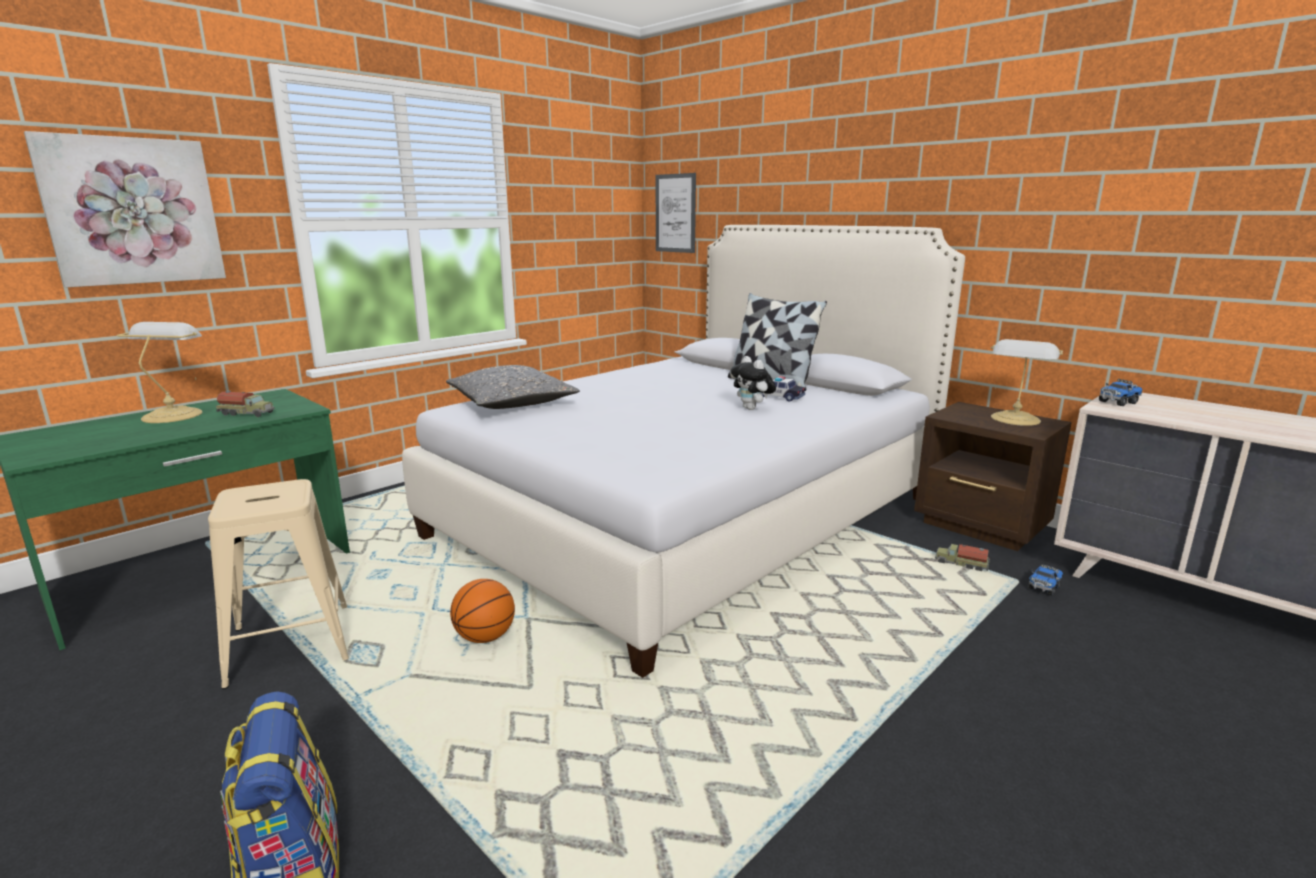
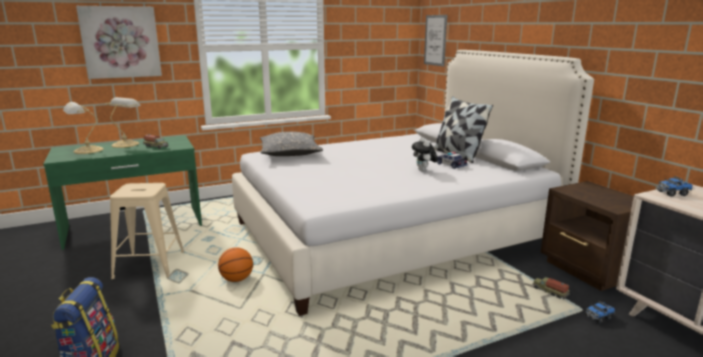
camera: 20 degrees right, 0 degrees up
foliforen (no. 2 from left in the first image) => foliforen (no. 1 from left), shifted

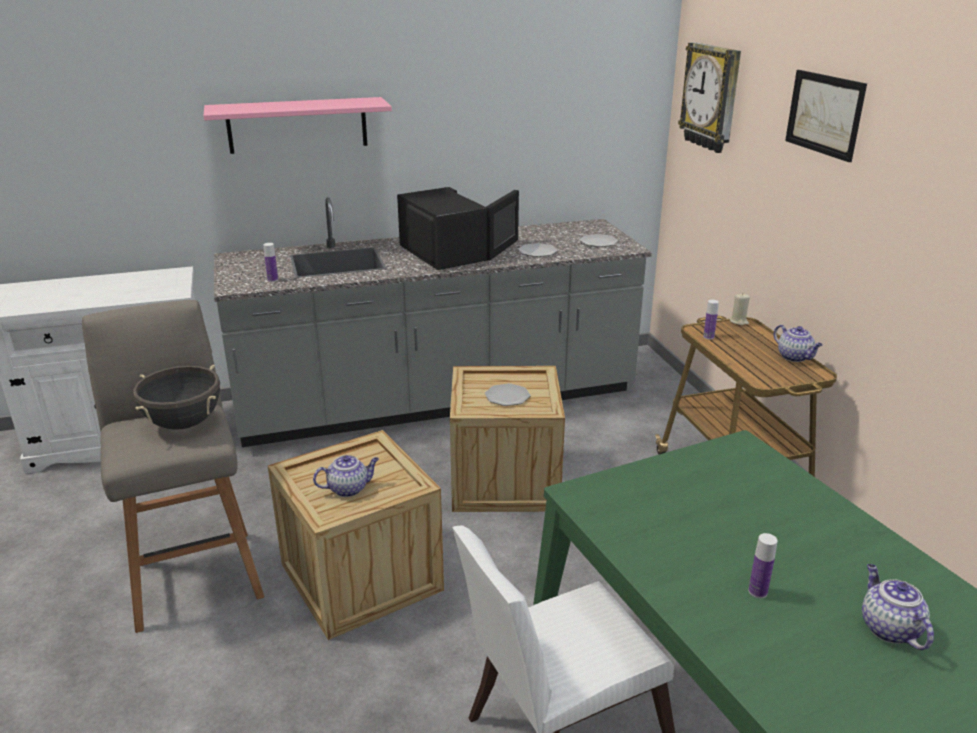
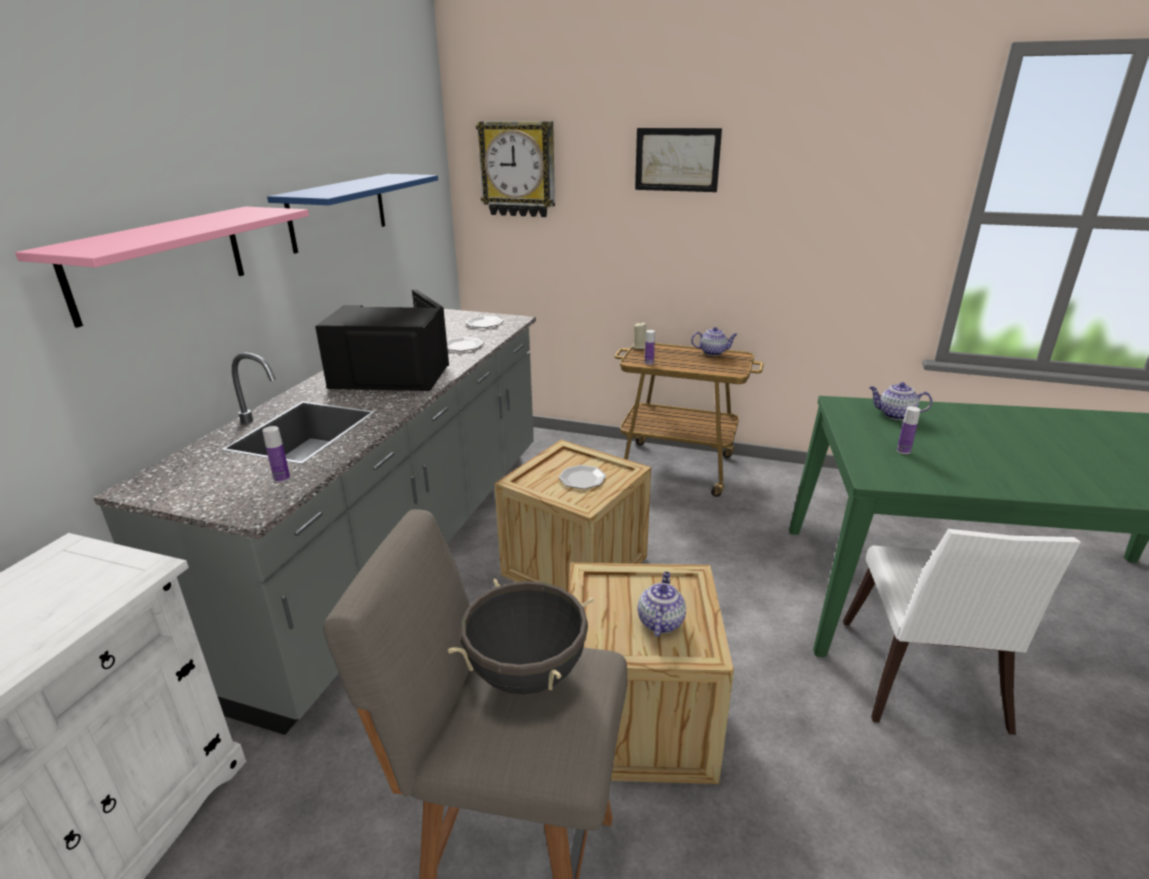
camera: 55 degrees left, 0 degrees up
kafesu (no. 3 from left), shifted
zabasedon (no. 3 from left), shifted
nothing => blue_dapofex

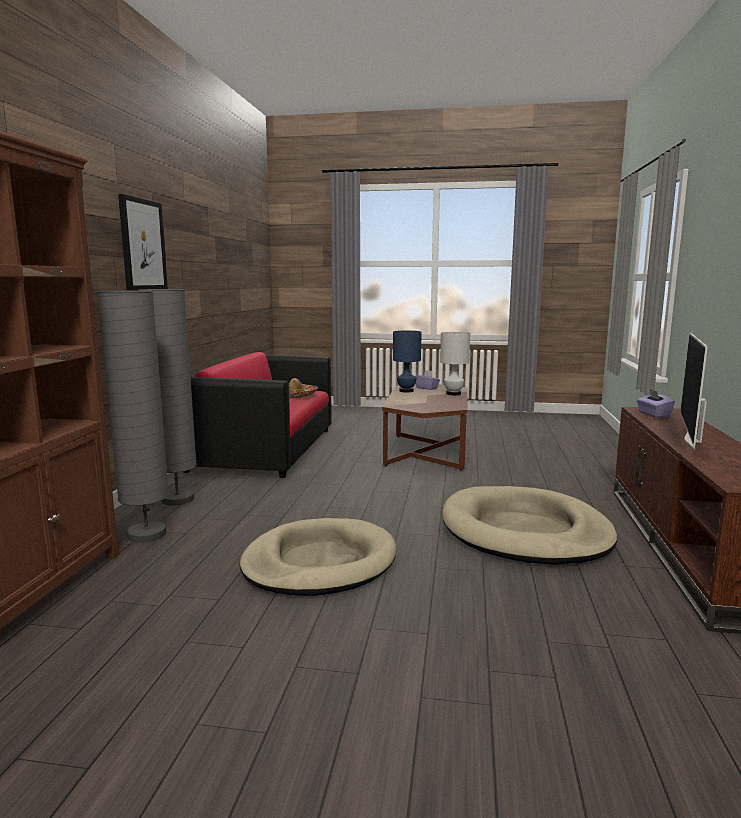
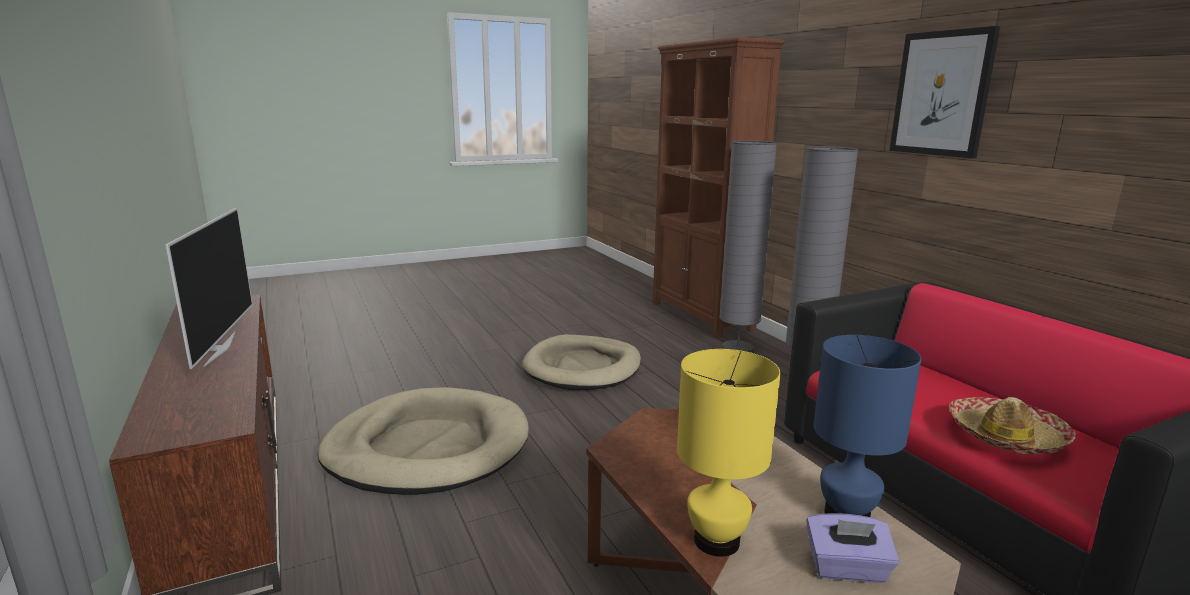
camera: 145 degrees right, 5 degrees up
white_foliforen => yellow_foliforen
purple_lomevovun (no. 2 from left) => nothing

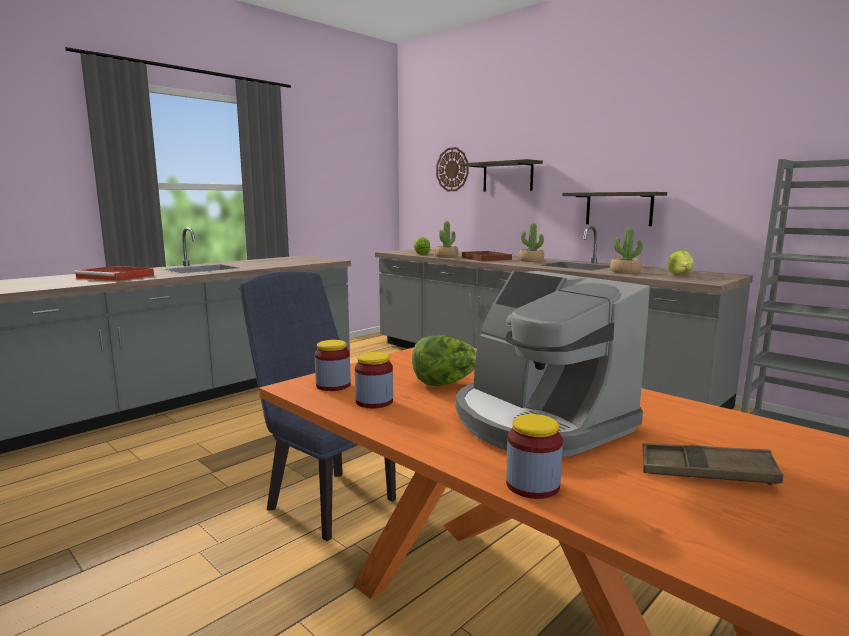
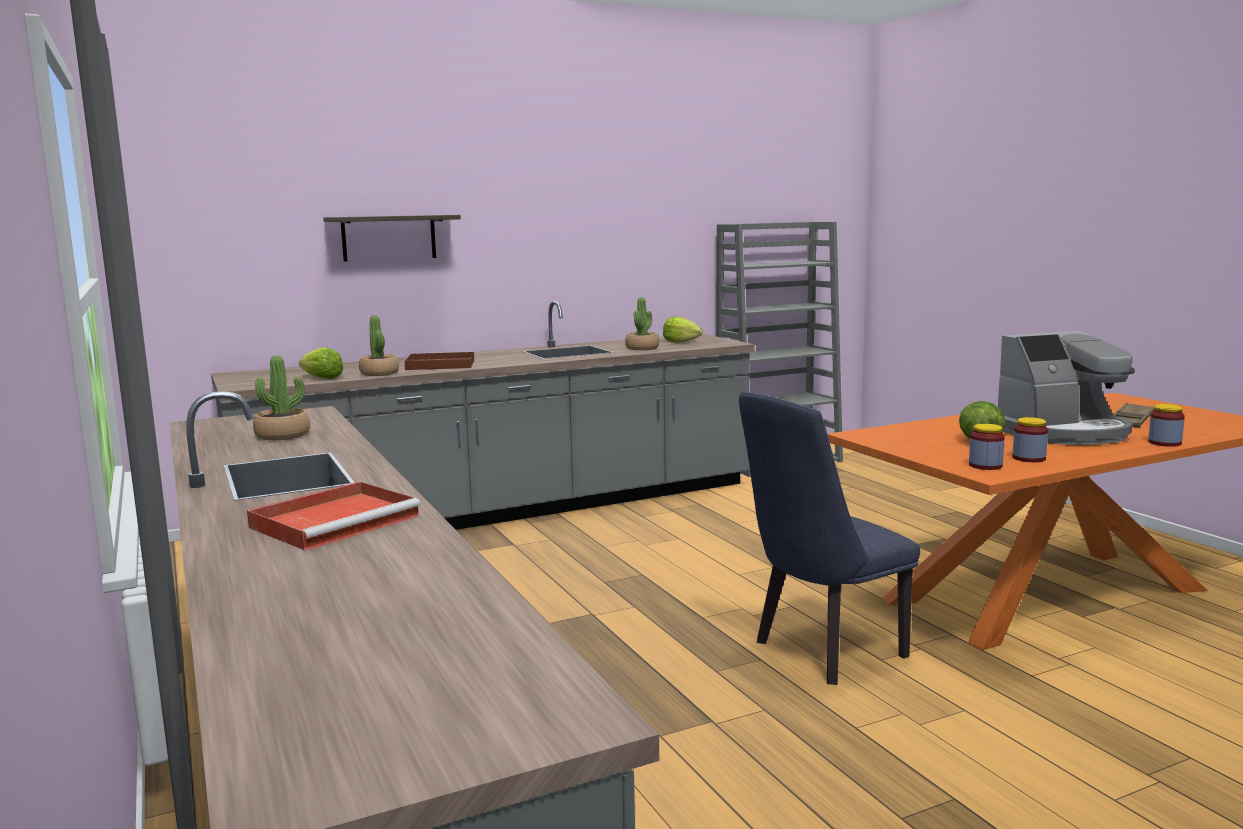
camera: 70 degrees left, 0 degrees up
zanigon => nothing
dapofex (no. 2 from left) => nothing
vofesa (no. 2 from left in the first image) => vofesa (no. 1 from left), shifted

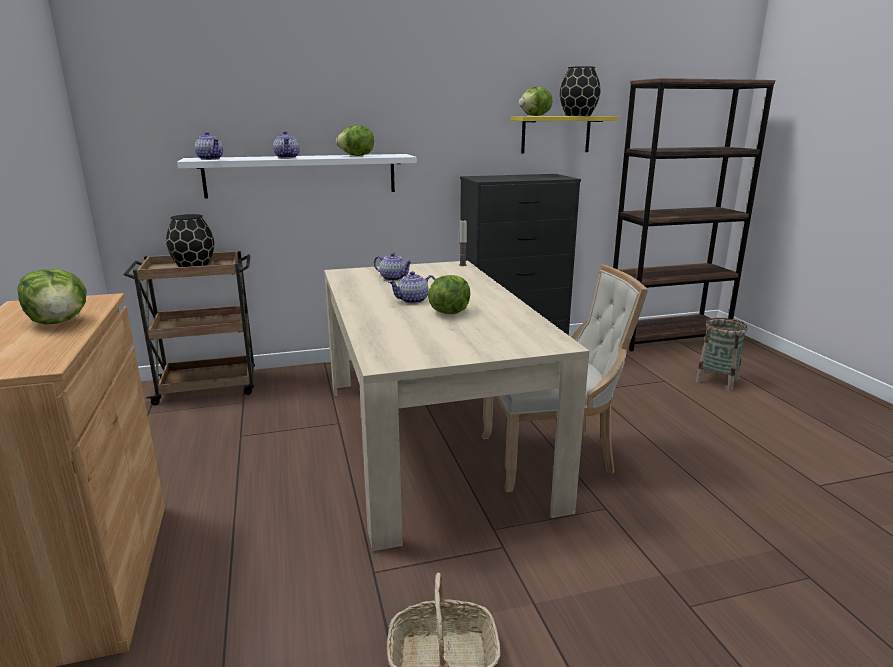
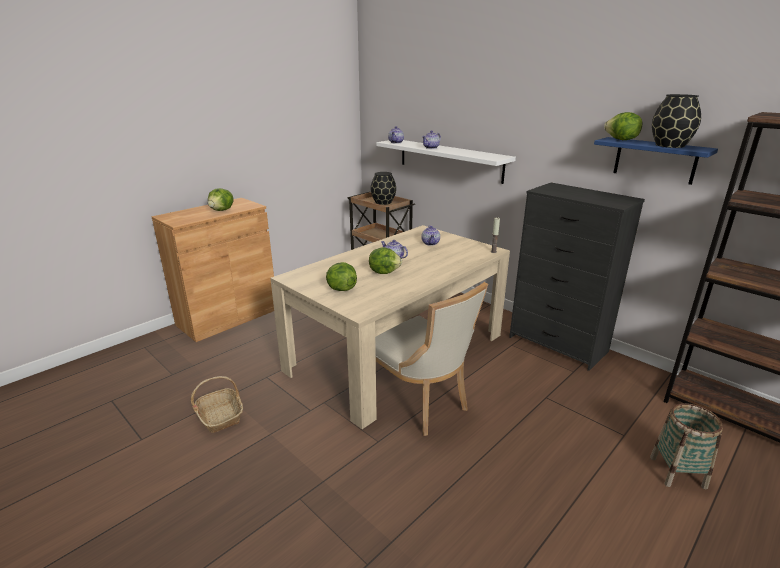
camera: 60 degrees right, 5 degrees up
yellow_dapofex => blue_dapofex
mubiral (no. 2 from left), shifted

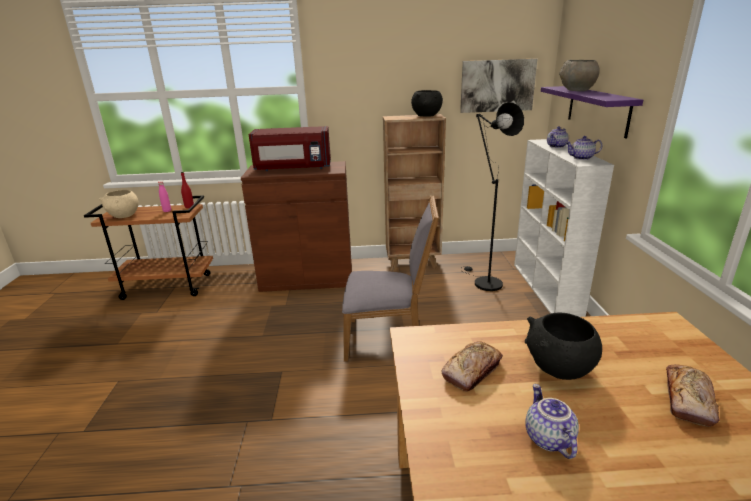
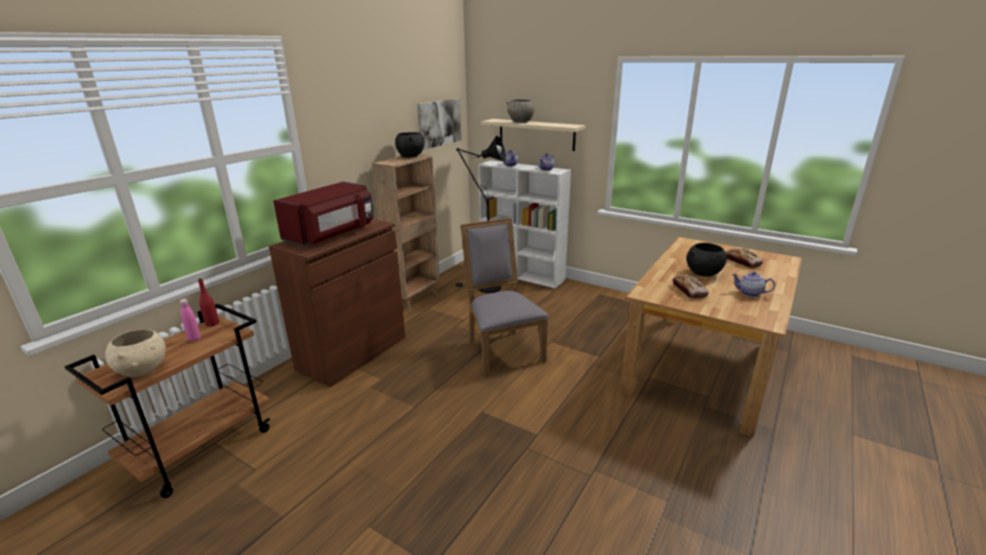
camera: 55 degrees left, 0 degrees up
purple_dapofex => beige_dapofex
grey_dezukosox, 60 degrees counterclockwise

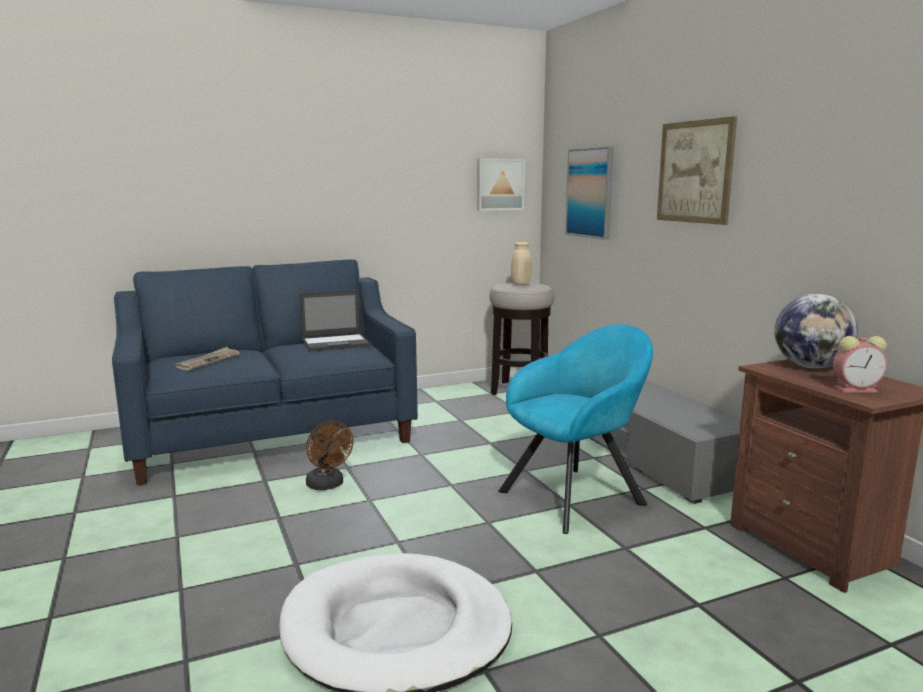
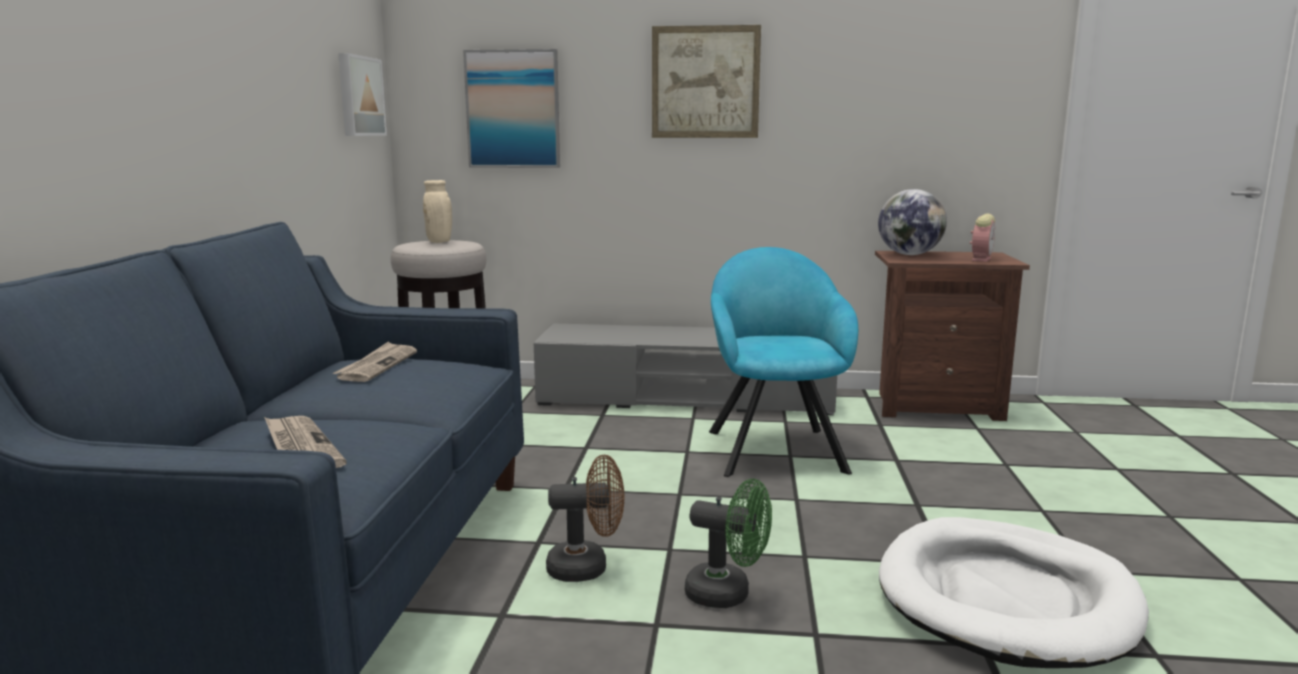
camera: 60 degrees left, 0 degrees up
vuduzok => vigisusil (no. 2 from left)
nothing => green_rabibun

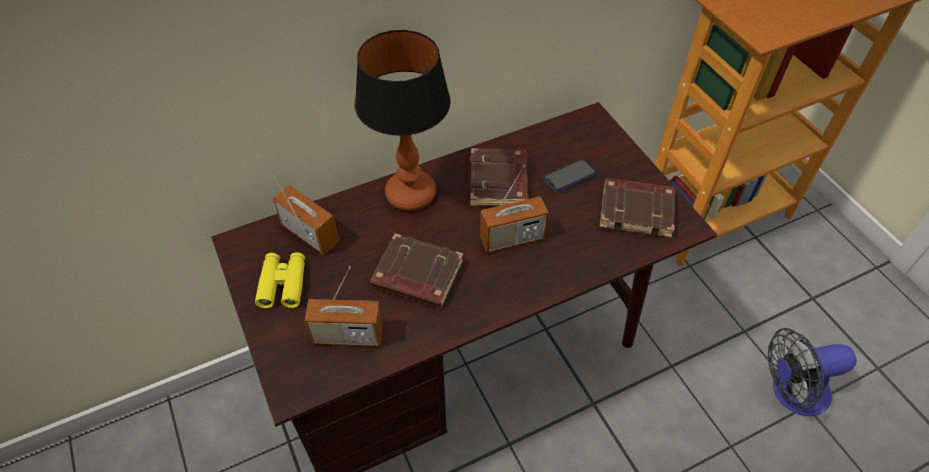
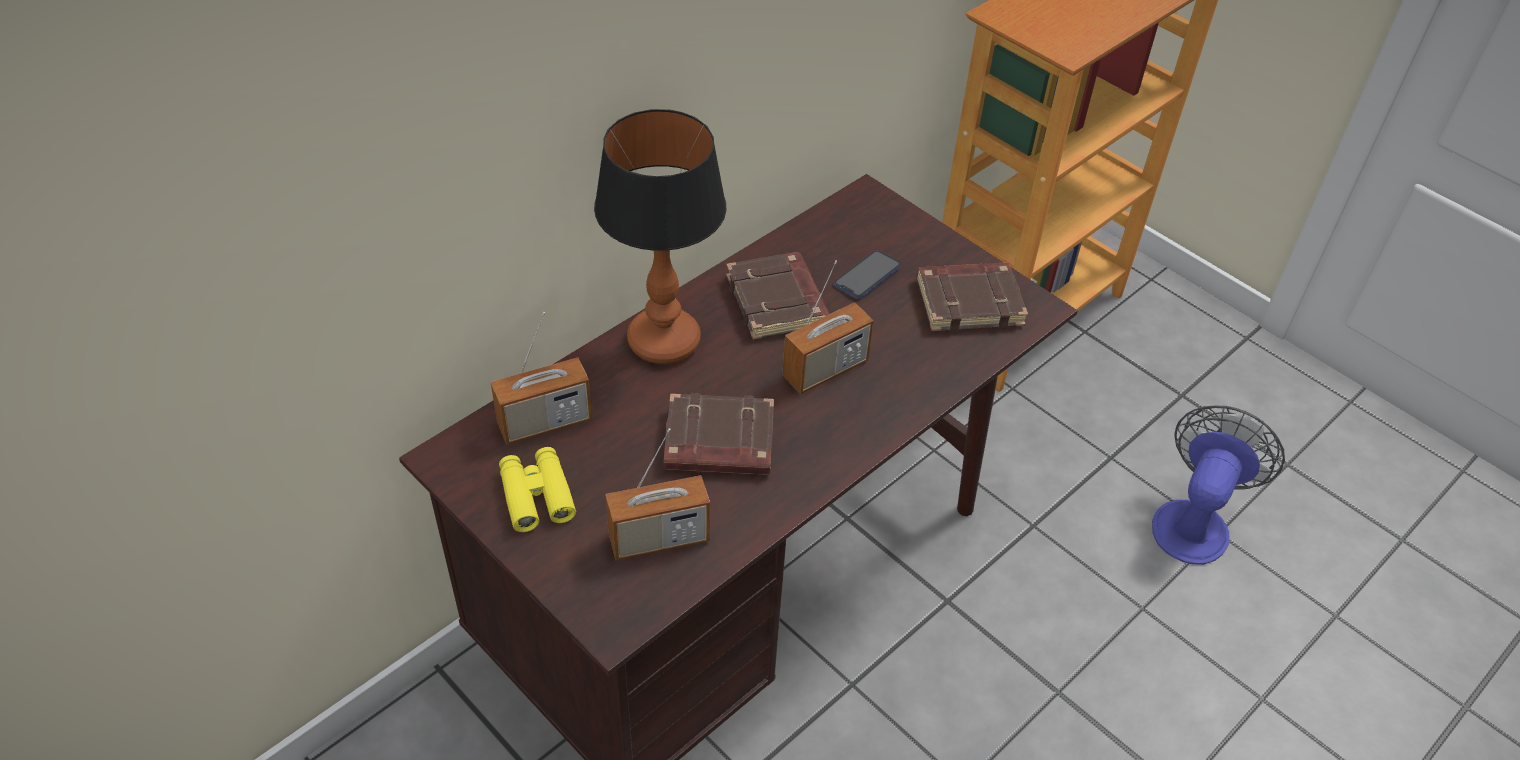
camera: 20 degrees left, 5 degrees down
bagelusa (no. 1 from left), 135 degrees clockwise
rabibun, 150 degrees clockwise

